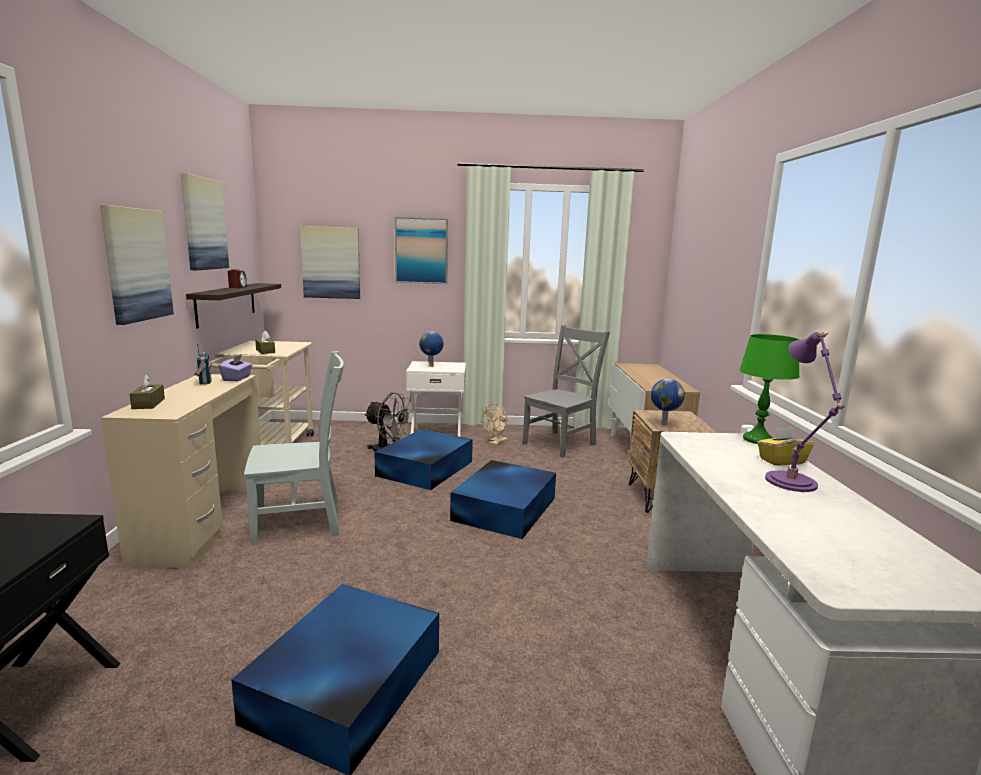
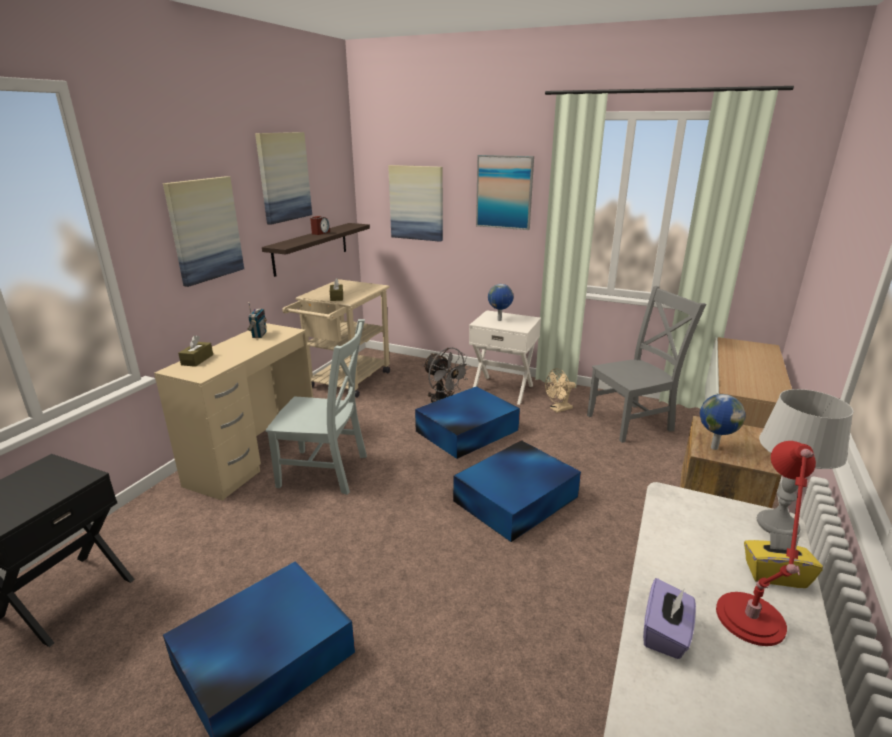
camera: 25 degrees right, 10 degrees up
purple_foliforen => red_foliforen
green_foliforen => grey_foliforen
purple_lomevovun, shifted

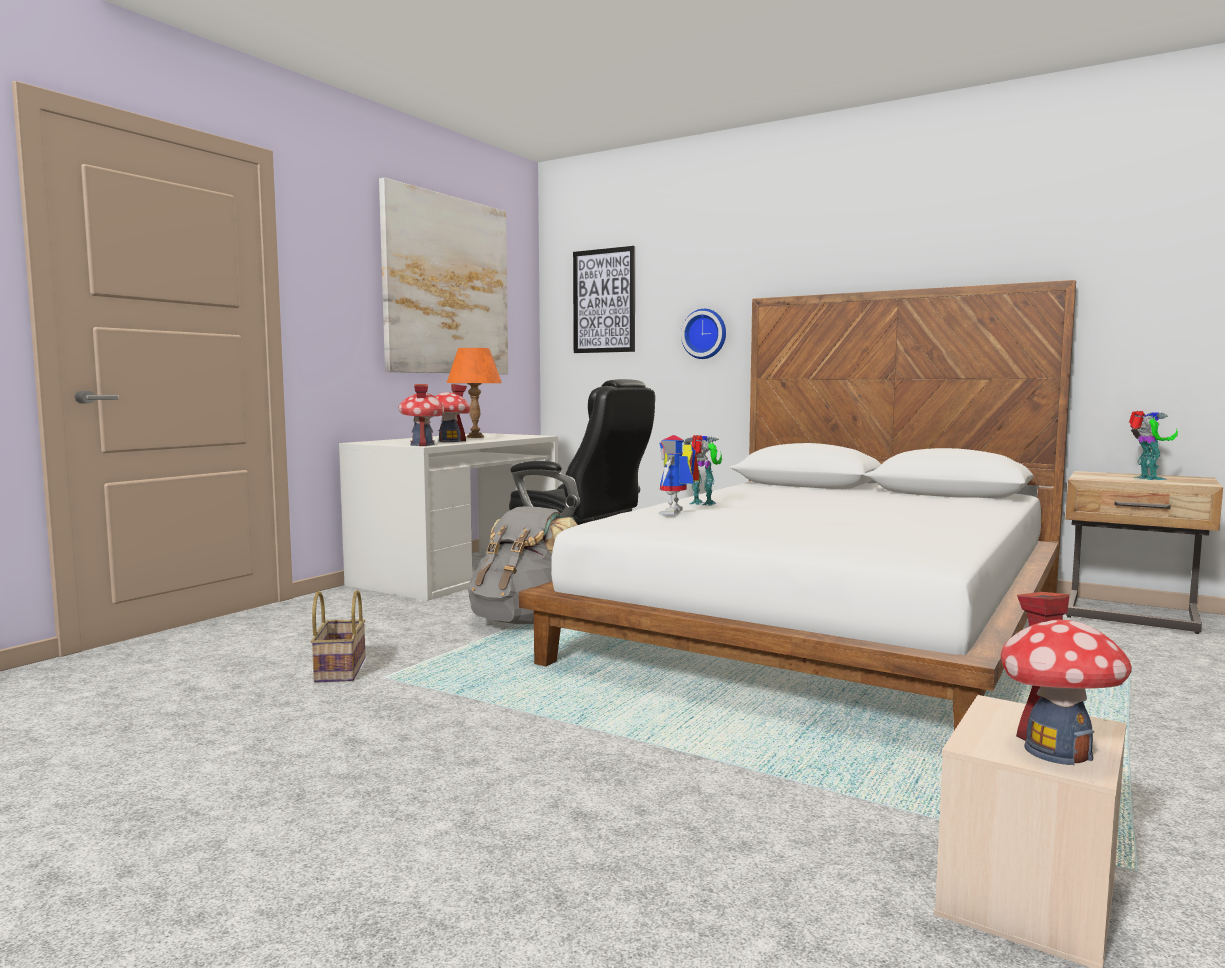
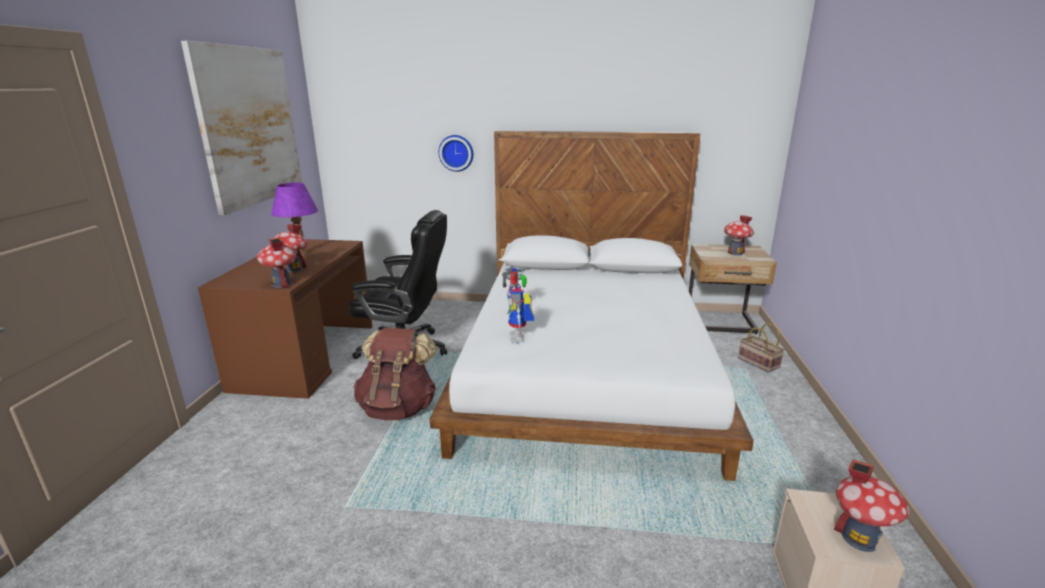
camera: 25 degrees left, 15 degrees up
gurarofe (no. 2 from left) => nothing
orange_foliforen => purple_foliforen
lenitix (no. 3 from left) => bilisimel (no. 3 from left)
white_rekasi => brown_rekasi
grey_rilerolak => brown_rilerolak
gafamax, shifted

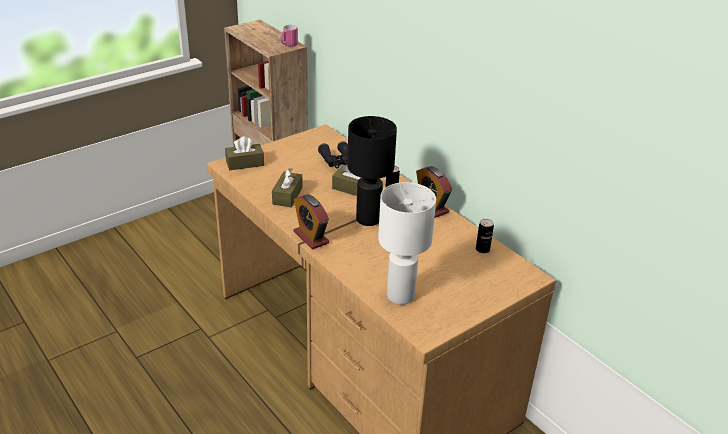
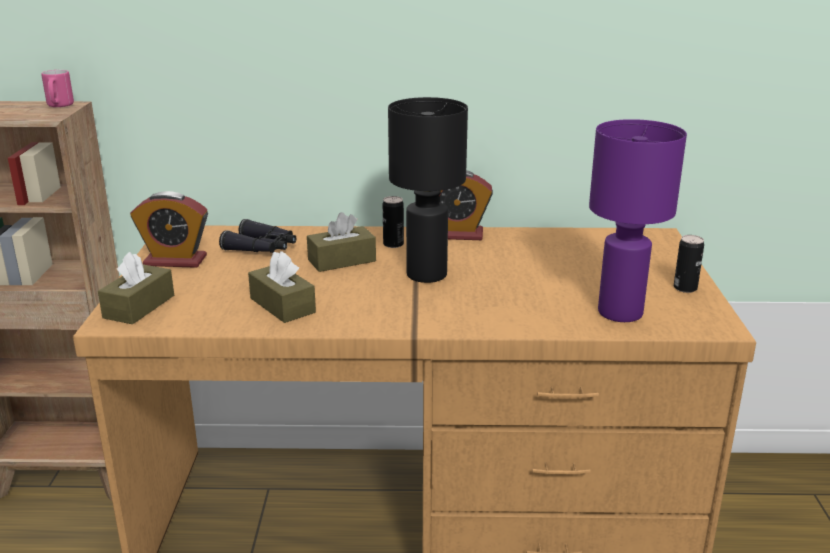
camera: 50 degrees left, 10 degrees down
white_foliforen => purple_foliforen
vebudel (no. 1 from left), shifted
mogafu (no. 2 from left), shifted

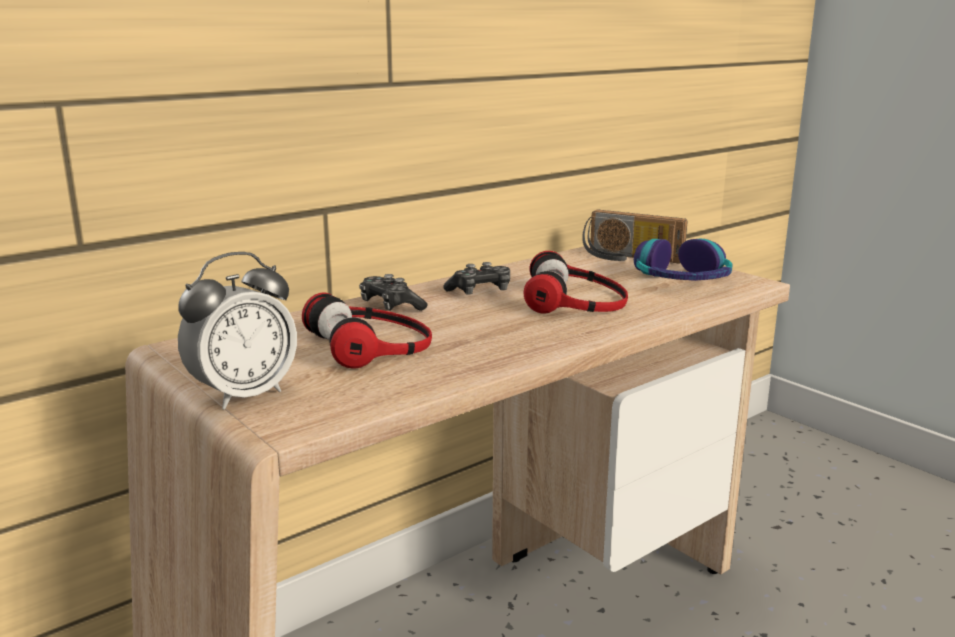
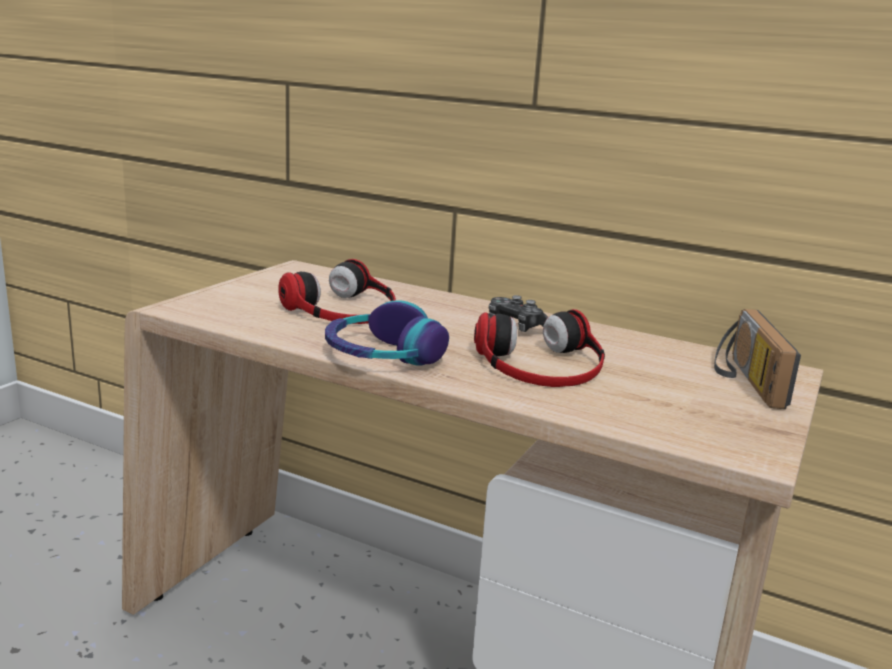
camera: 65 degrees right, 0 degrees up
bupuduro (no. 3 from left in the first image) => bupuduro (no. 2 from left), shifted
vebudel => nothing
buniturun (no. 1 from left) => nothing

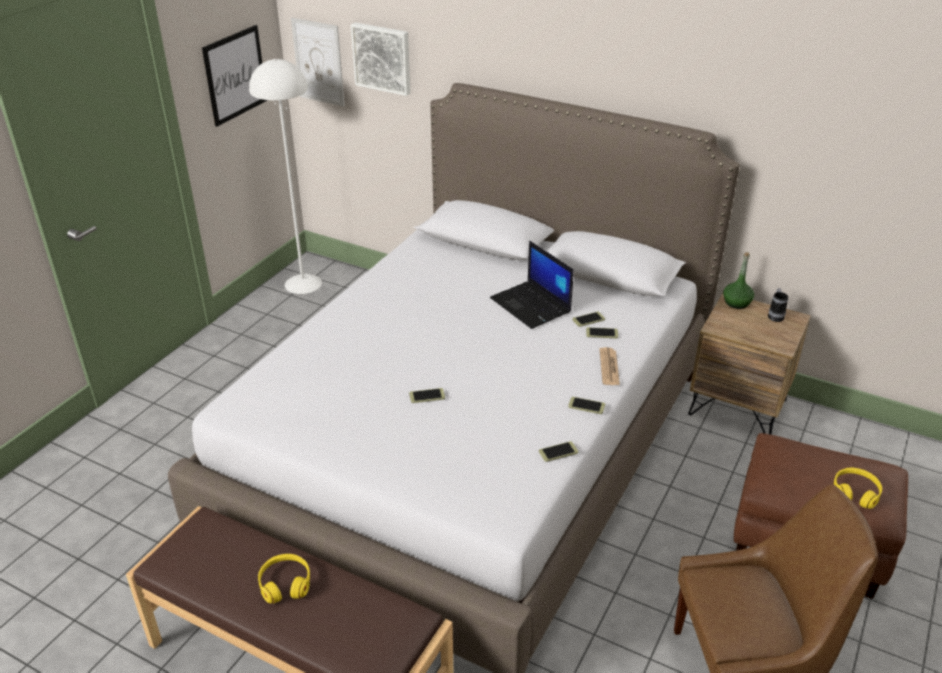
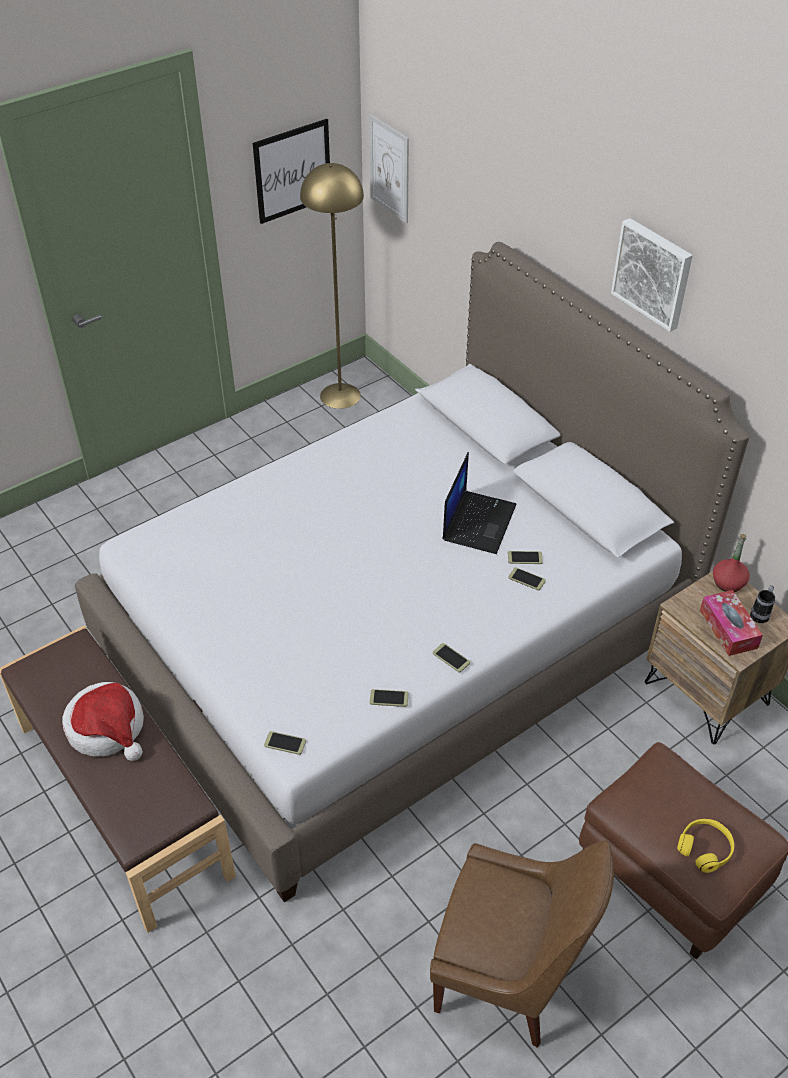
camera: 25 degrees right, 10 degrees up
gurarofe (no. 3 from left), shifted
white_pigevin => yellow_pigevin
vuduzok, 150 degrees counterclockwise
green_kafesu => red_kafesu
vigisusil => nothing
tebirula (no. 1 from left), shifted
yellow_bupuduro (no. 1 from left) => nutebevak
nothing => lomevovun

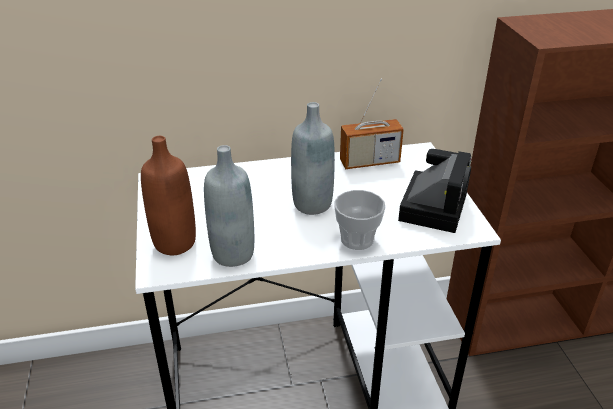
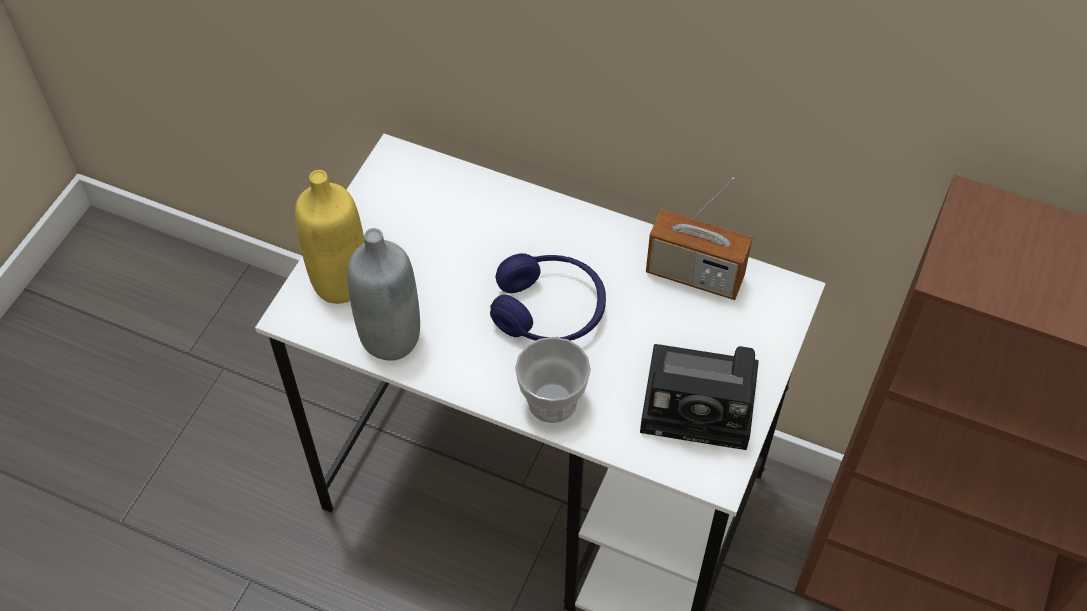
camera: 35 degrees right, 20 degrees up
grey_kafesu (no. 2 from left) => blue_bupuduro
brown_kafesu => yellow_kafesu
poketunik, 45 degrees clockwise

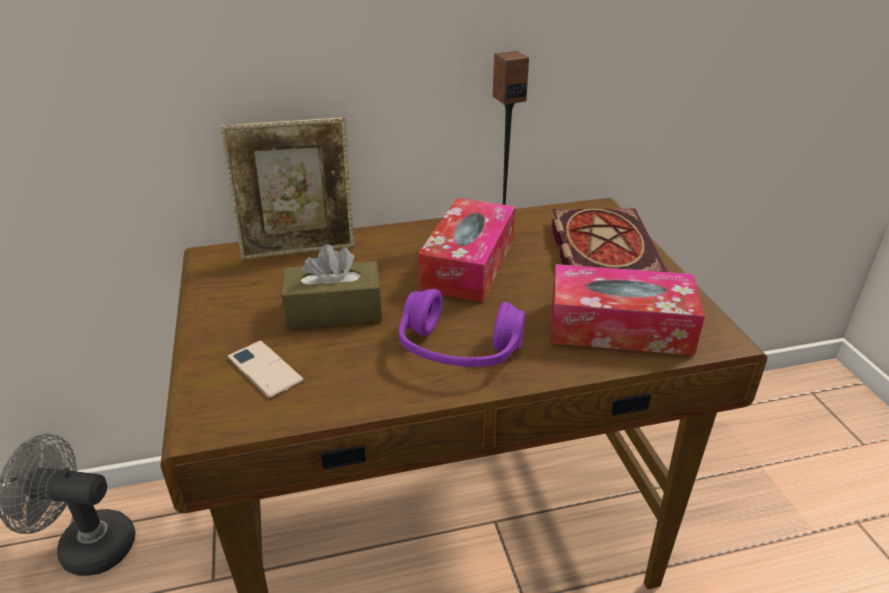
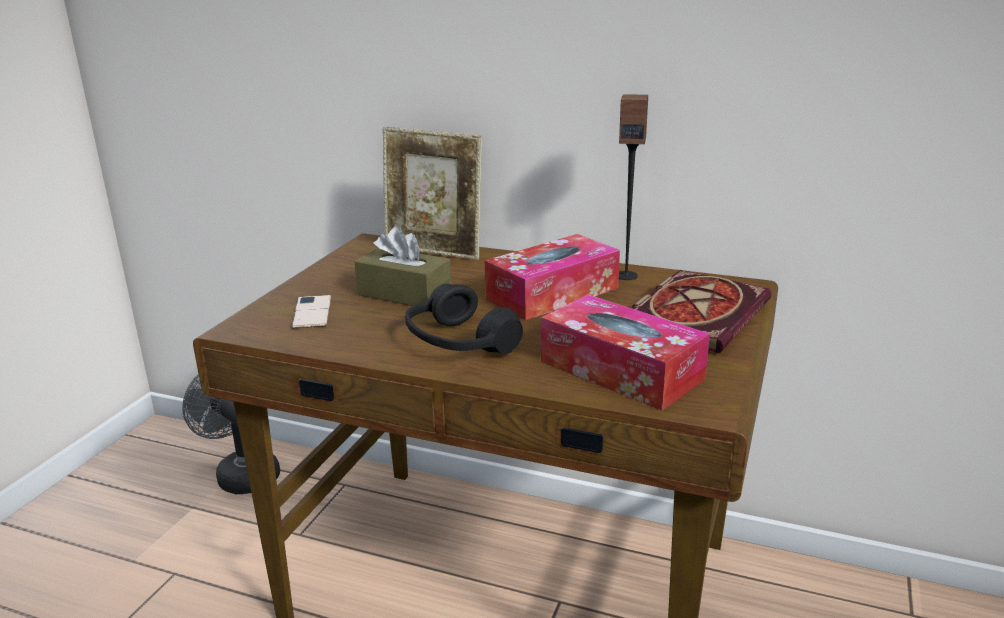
camera: 35 degrees right, 10 degrees down
purple_bupuduro => black_bupuduro

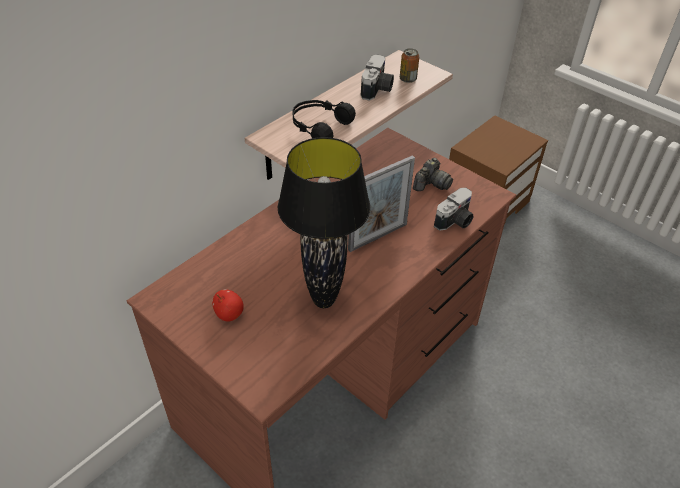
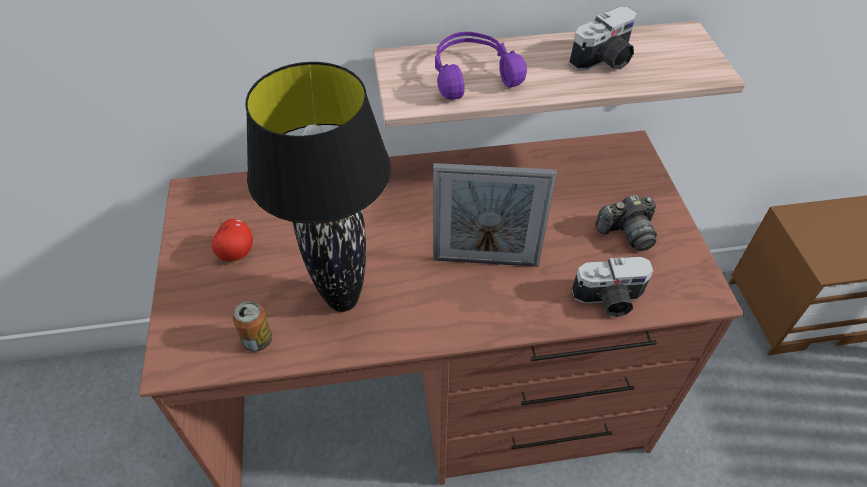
camera: 40 degrees right, 5 degrees up
mogafu, shifted
black_bupuduro => purple_bupuduro

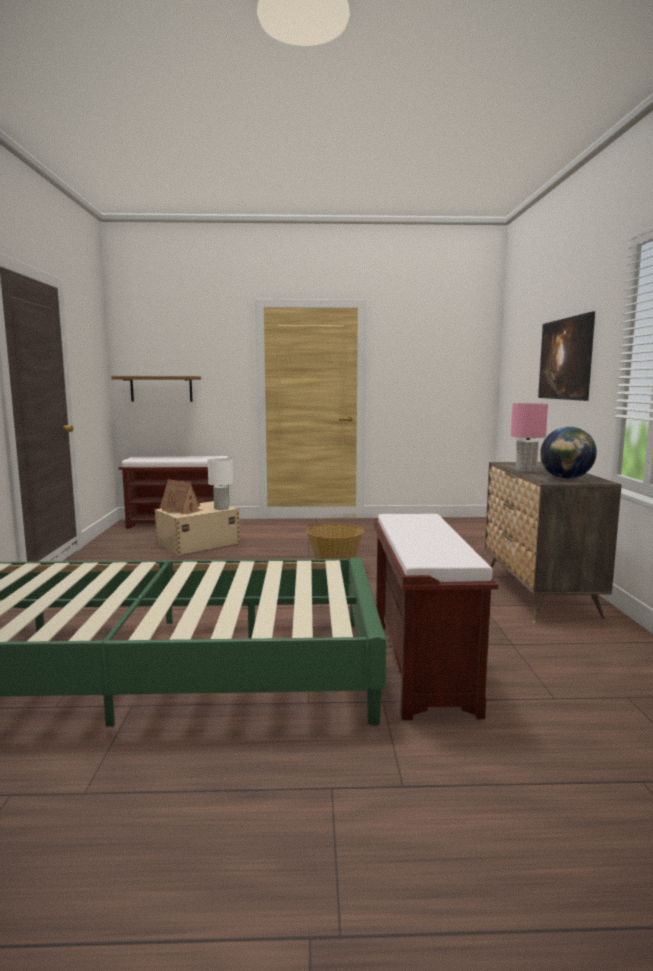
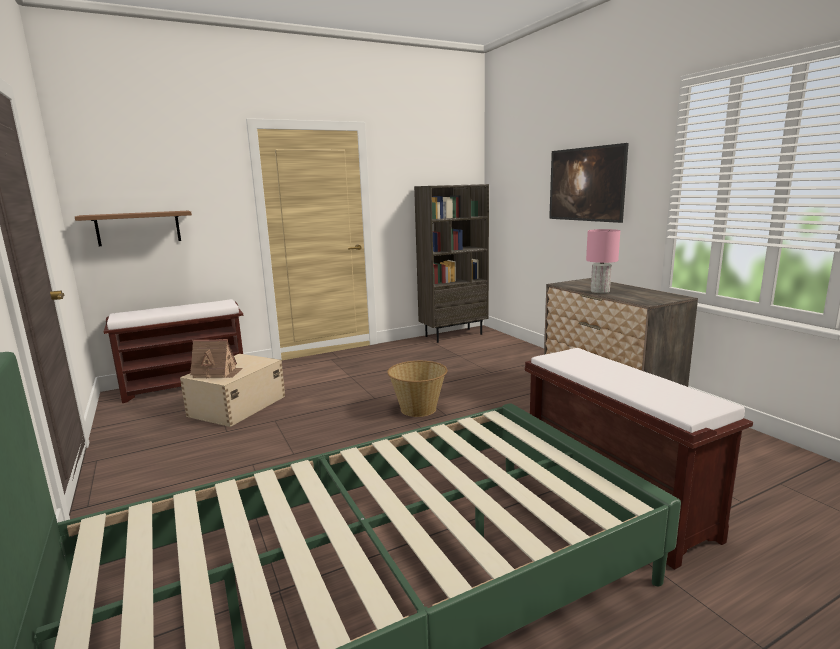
camera: 25 degrees left, 5 degrees up
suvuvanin => nothing
white_foliforen => nothing
nothing => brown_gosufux

